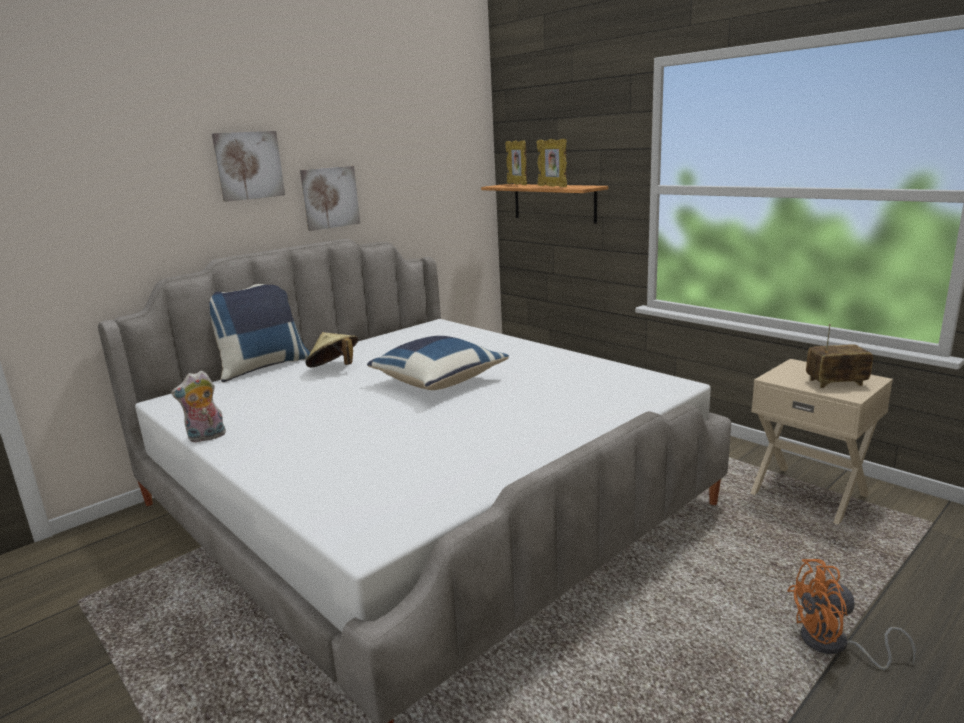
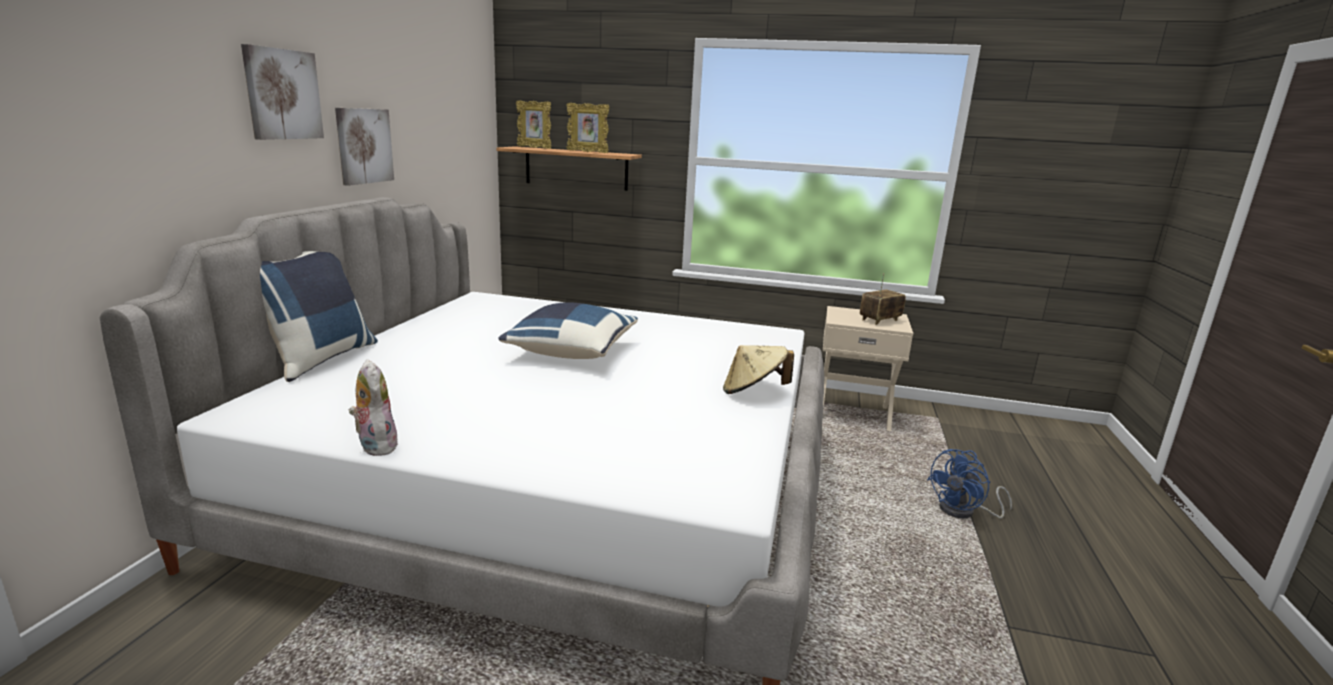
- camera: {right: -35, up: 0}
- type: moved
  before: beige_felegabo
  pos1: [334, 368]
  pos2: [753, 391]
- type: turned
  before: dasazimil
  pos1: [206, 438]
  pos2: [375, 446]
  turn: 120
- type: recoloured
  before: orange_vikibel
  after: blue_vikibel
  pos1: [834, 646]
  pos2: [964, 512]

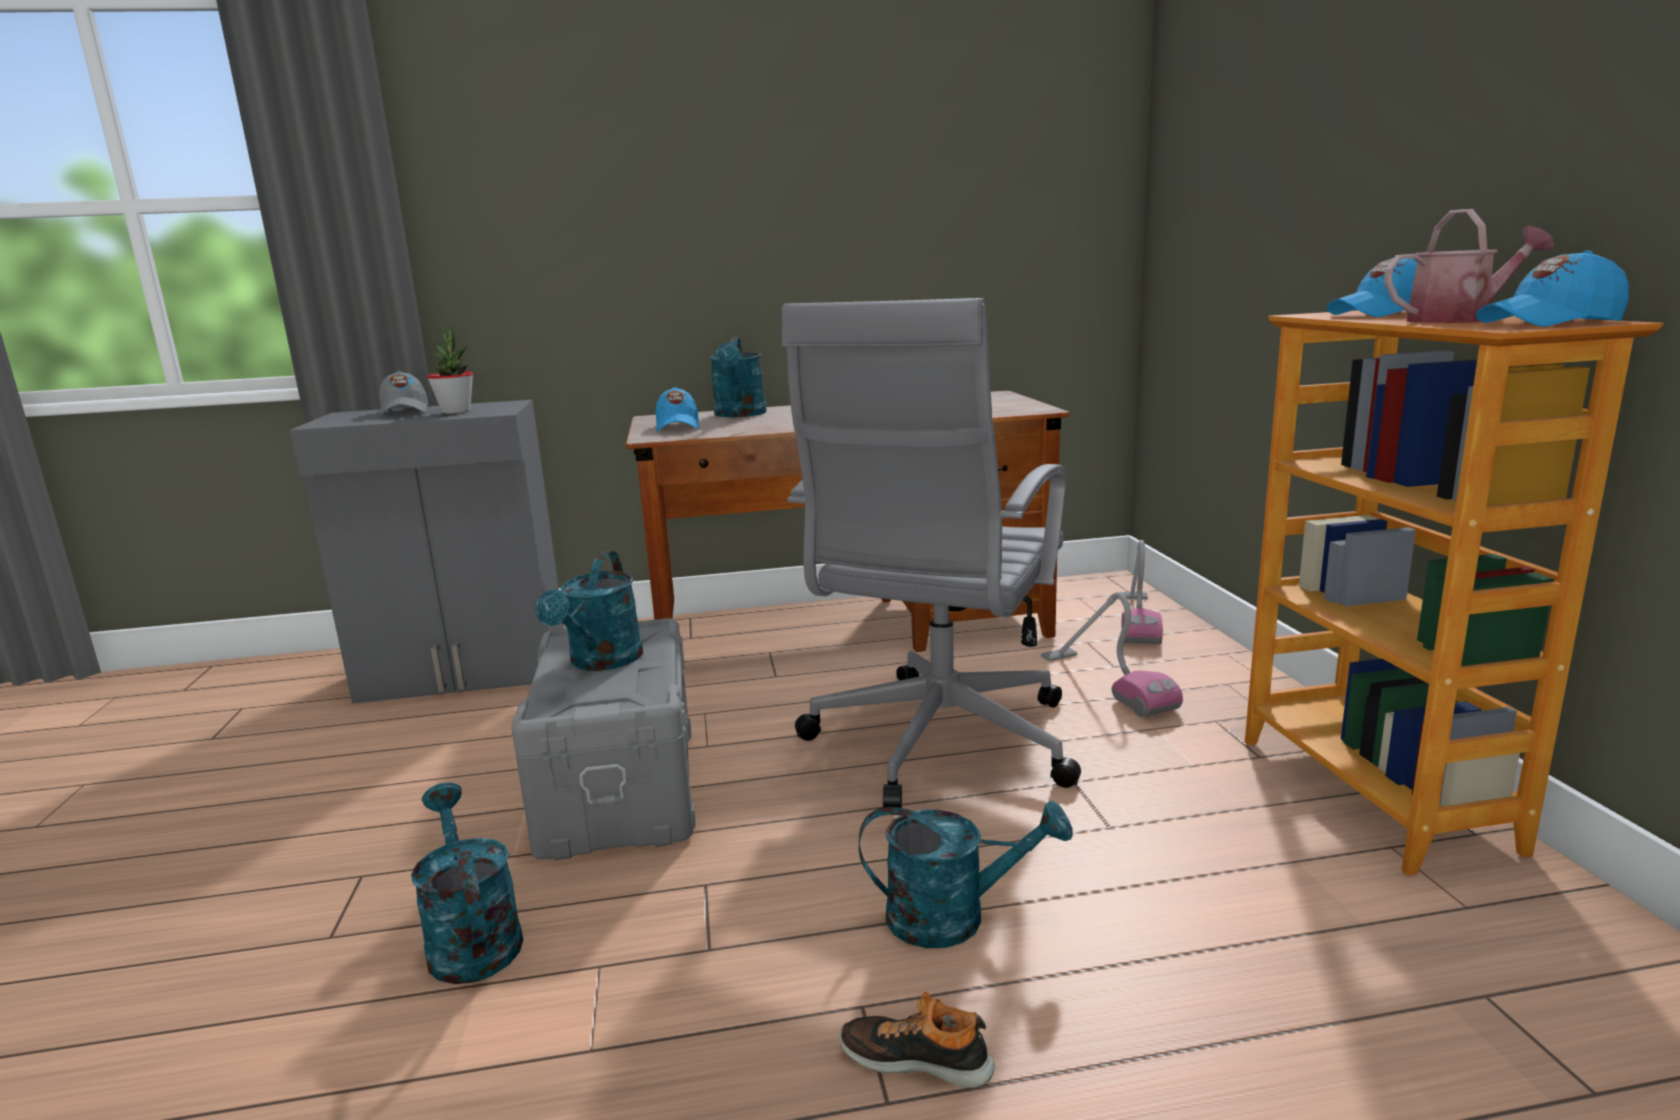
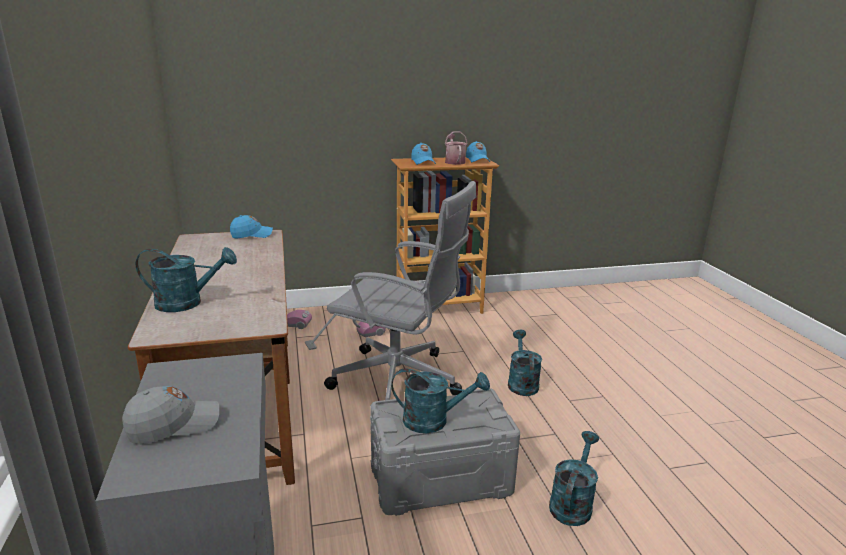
- camera: {right: -95, up: 5}
- type: removed
  before: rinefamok
  pos1: [456, 411]
- type: moved
  before: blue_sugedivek
  pos1: [677, 427]
  pos2: [252, 235]
- type: turned
  before: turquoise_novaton
  pos1: [471, 938]
  pos2: [572, 503]
  turn: 150
- type: removed
  before: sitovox
  pos1: [917, 1059]

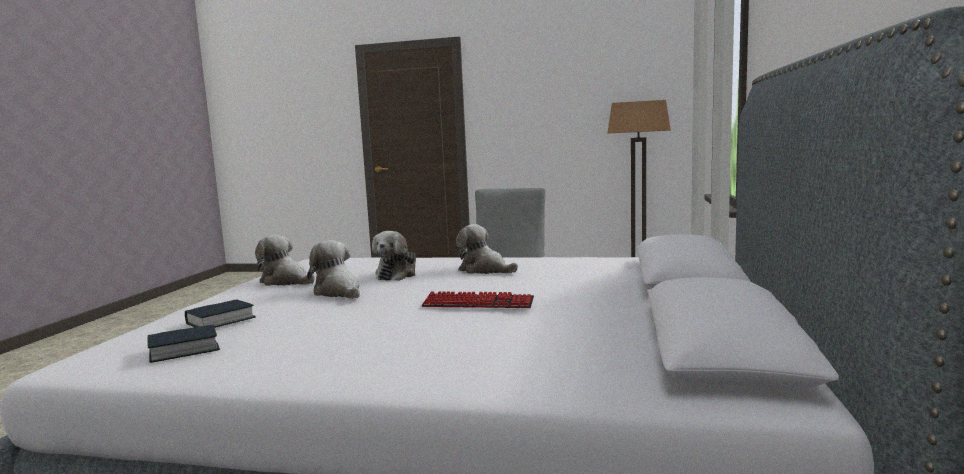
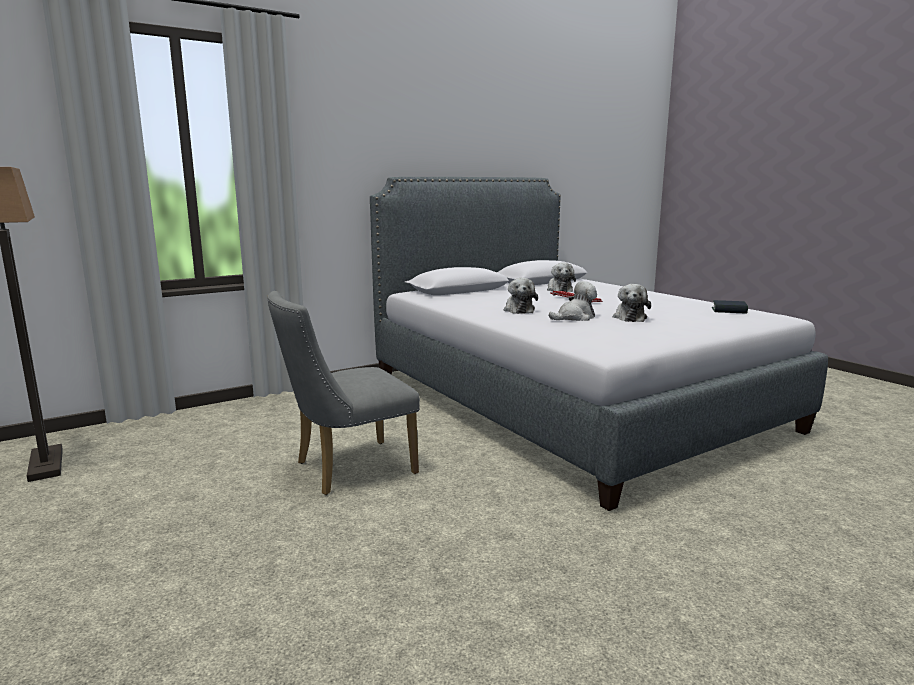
- camera: {right: -135, up: 5}
- type: moved
  before: dasazimil
  pos1: [286, 281]
  pos2: [559, 289]
- type: removed
  before: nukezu
  pos1: [220, 321]

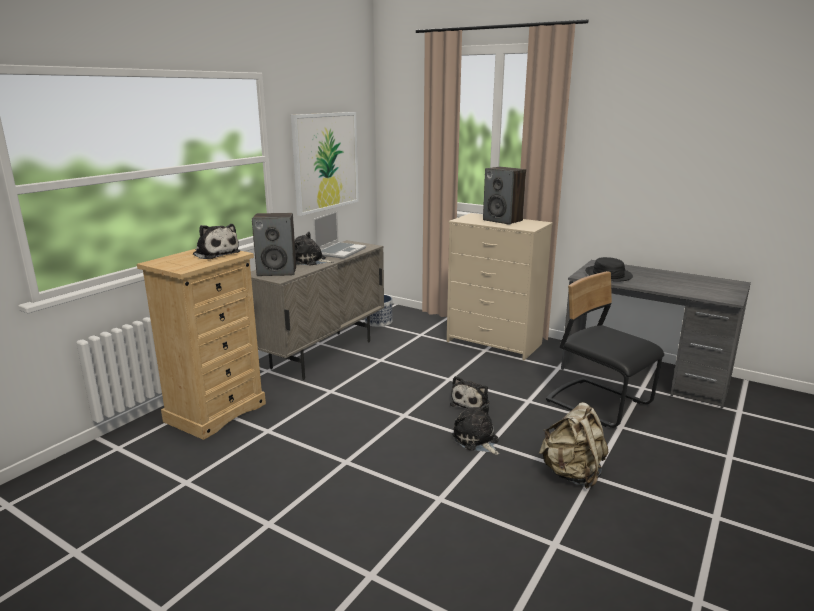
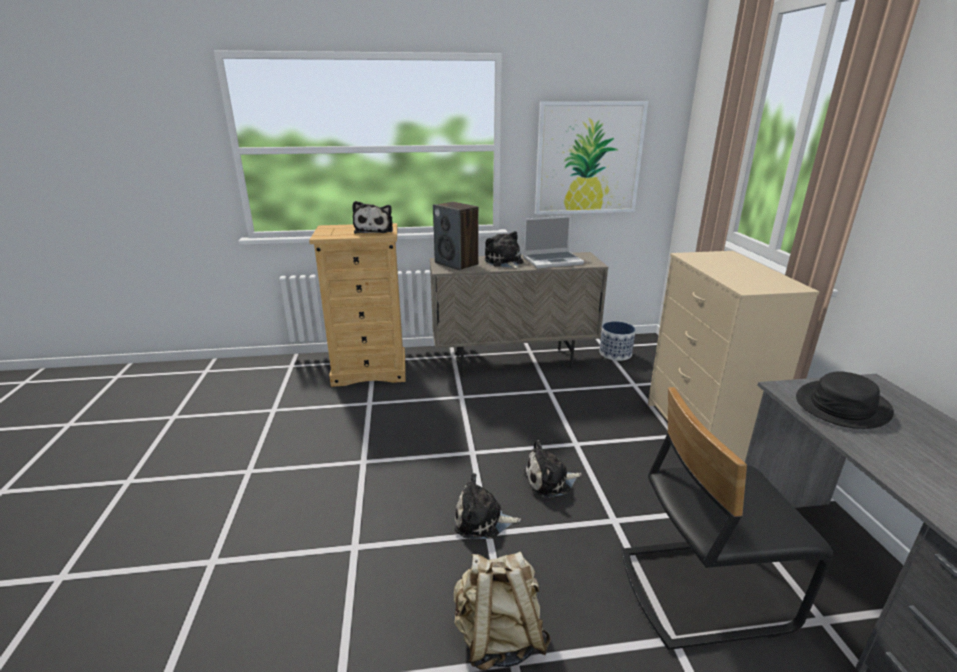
- camera: {right: 50, up: 5}
- type: removed
  before: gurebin
  pos1: [503, 220]
- type: turned
  before: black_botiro
  pos1: [599, 403]
  pos2: [702, 589]
  turn: -105
- type: turned
  before: dasazimil
  pos1: [476, 440]
  pos2: [482, 521]
  turn: -105

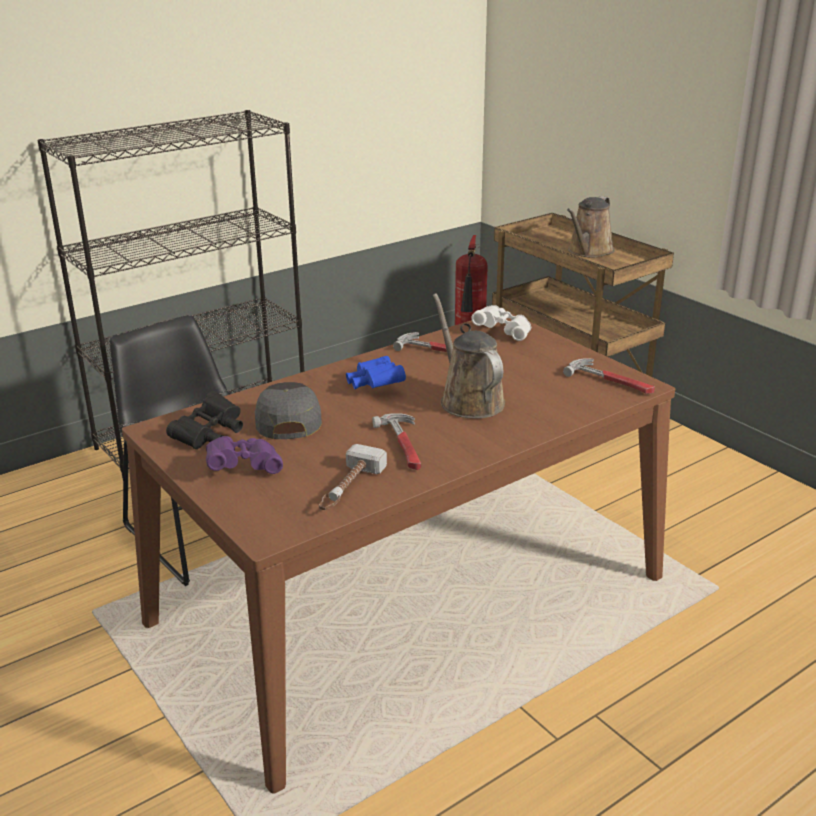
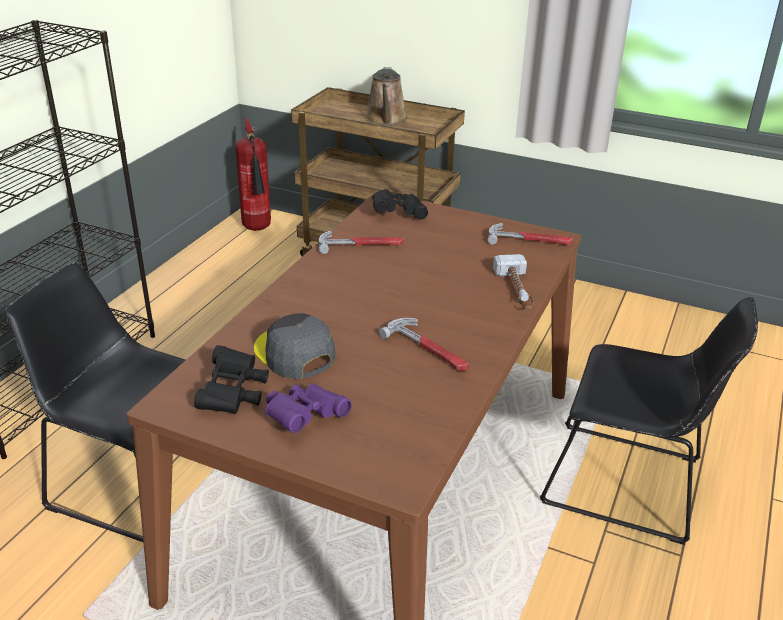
- camera: {right: -30, up: 5}
- type: removed
  before: brown_novaton
  pos1: [469, 400]
- type: recoloured
  before: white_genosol
  after: black_genosol
  pos1: [503, 332]
  pos2: [398, 213]
- type: removed
  before: blue_genosol
  pos1: [375, 385]
- type: moved
  before: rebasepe
  pos1: [348, 488]
  pos2: [517, 290]
- type: added
  after: black_botiro
  pos2: [629, 484]

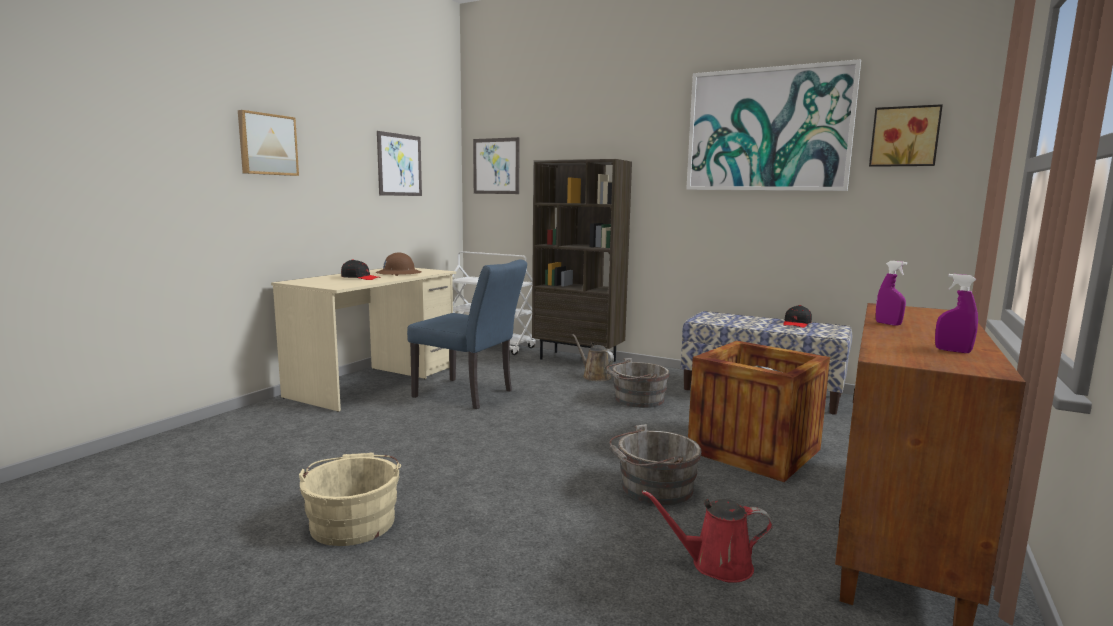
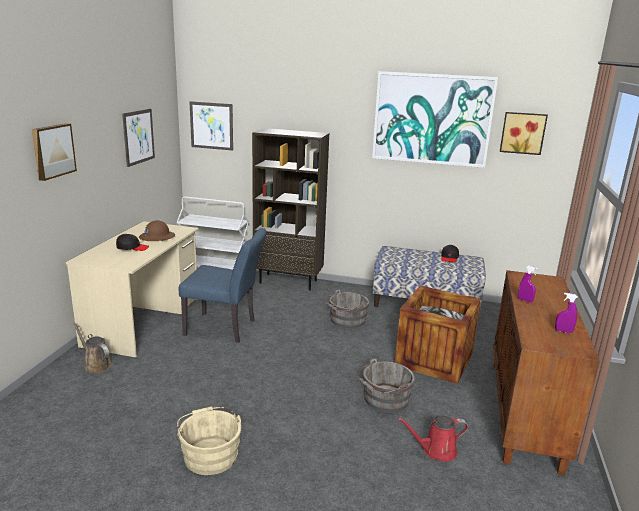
- camera: {right: -15, up: 10}
- type: moved
  before: brown_novaton
  pos1: [594, 376]
  pos2: [96, 365]

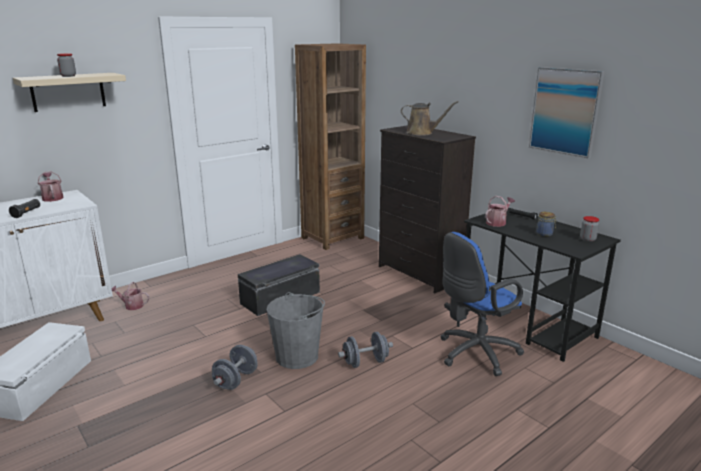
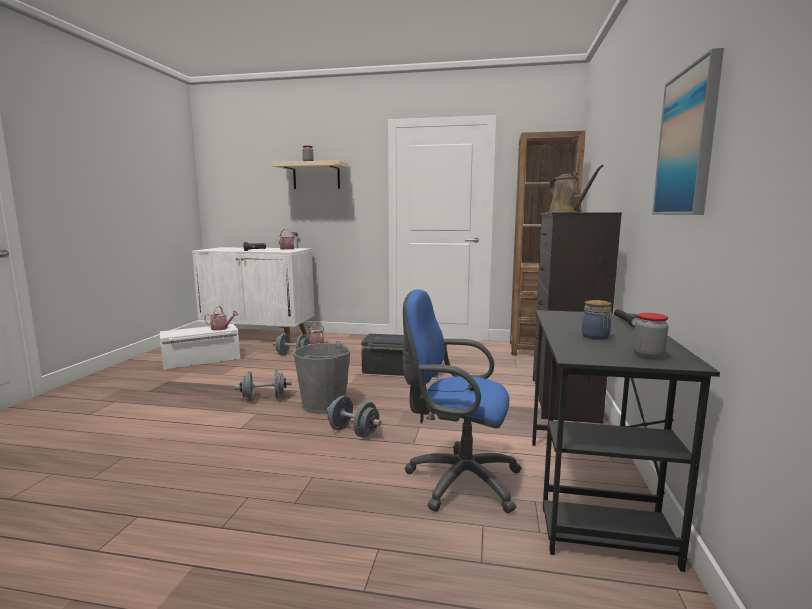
- camera: {right: 50, up: -10}
- type: moved
  before: novaton
  pos1: [497, 222]
  pos2: [221, 328]
- type: added
  after: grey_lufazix
  pos2: [293, 355]

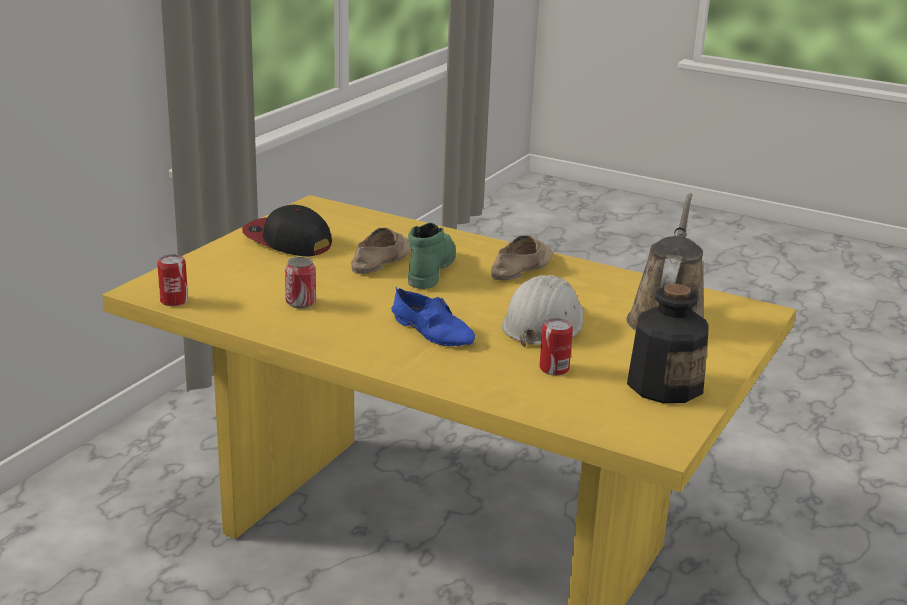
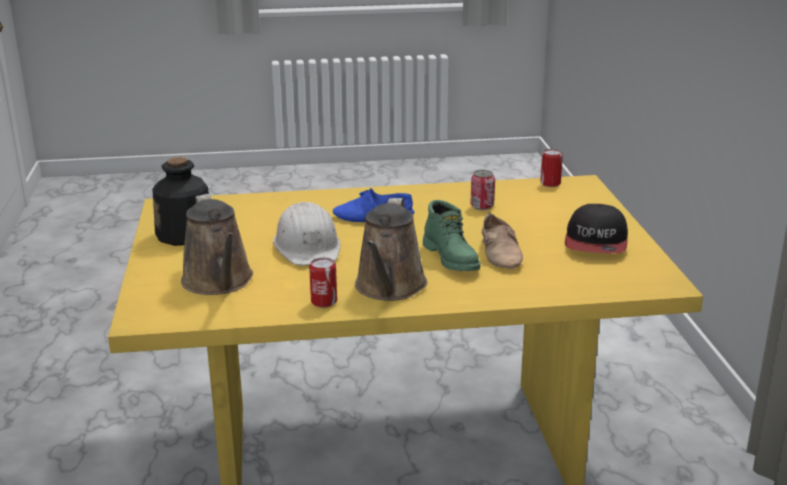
- camera: {right: 145, up: 0}
- type: turned
  before: sugedivek
  pos1: [287, 241]
  pos2: [596, 242]
  turn: 105
- type: replaced
  before: beige_sitovox
  after: brown_novaton
  pos1: [520, 267]
  pos2: [389, 288]
- type: moved
  before: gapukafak
  pos1: [554, 369]
  pos2: [324, 301]

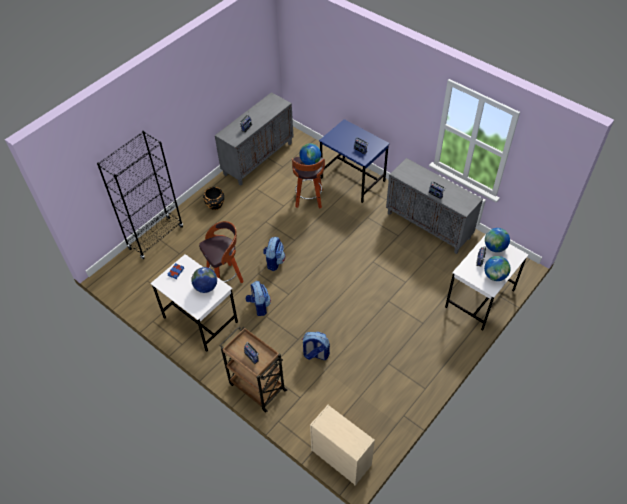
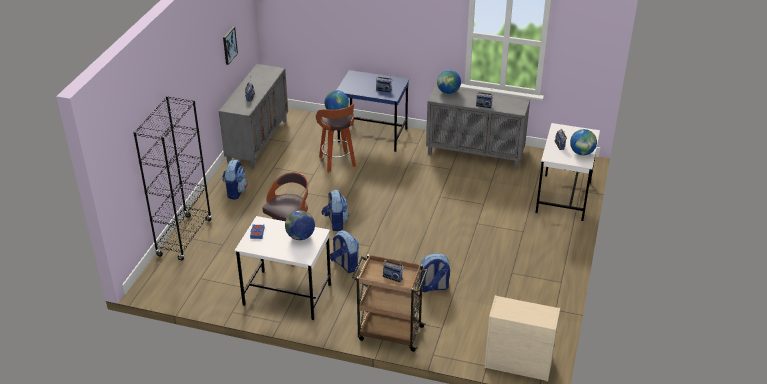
- camera: {right: -25, up: -15}
- type: replaced
  before: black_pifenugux
  after: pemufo
  pos1: [215, 204]
  pos2: [235, 192]
- type: moved
  before: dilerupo
  pos1: [494, 247]
  pos2: [448, 92]
- type: added
  after: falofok
  pos2: [229, 45]

